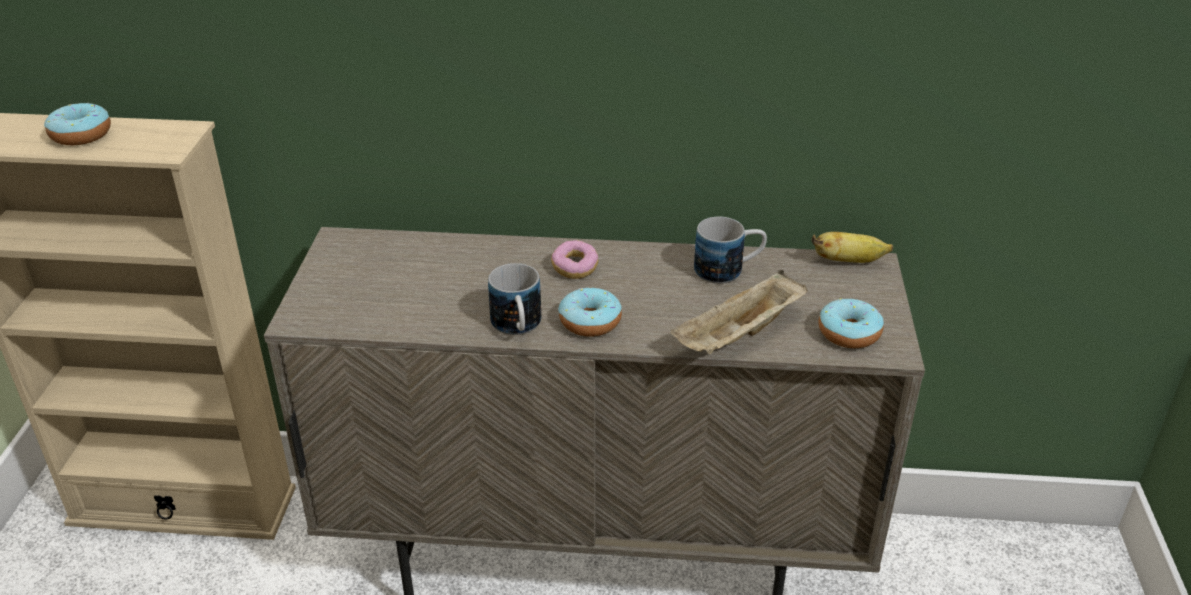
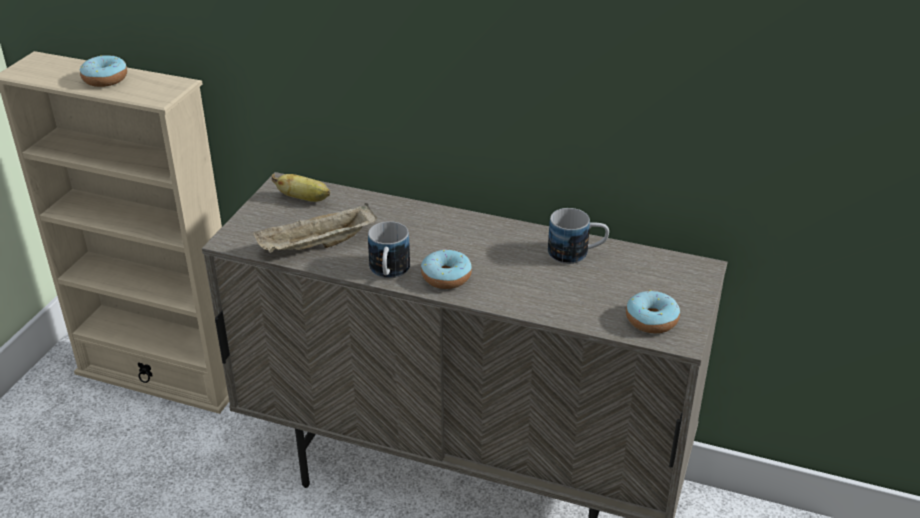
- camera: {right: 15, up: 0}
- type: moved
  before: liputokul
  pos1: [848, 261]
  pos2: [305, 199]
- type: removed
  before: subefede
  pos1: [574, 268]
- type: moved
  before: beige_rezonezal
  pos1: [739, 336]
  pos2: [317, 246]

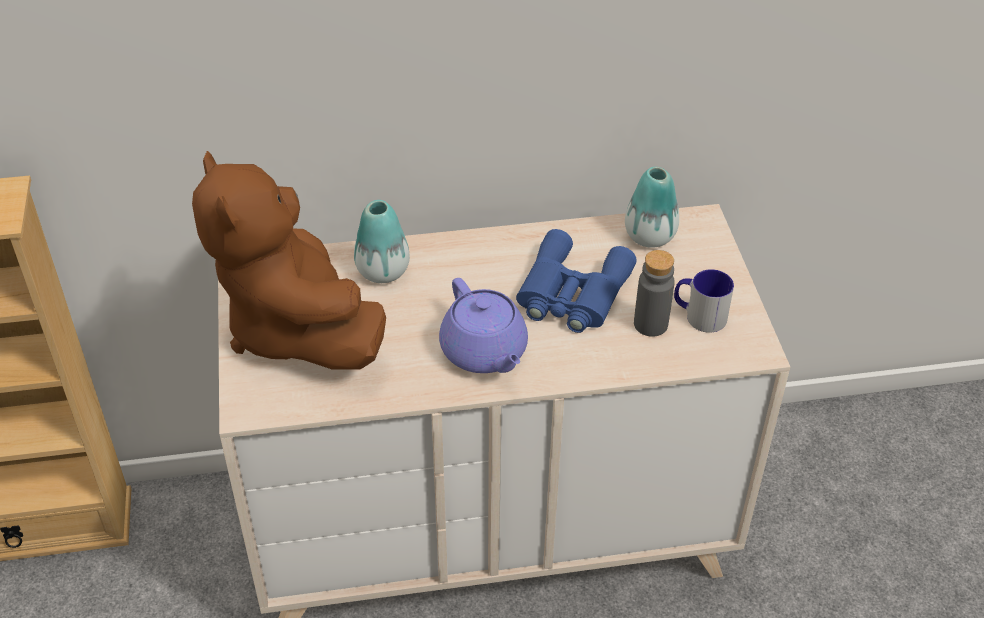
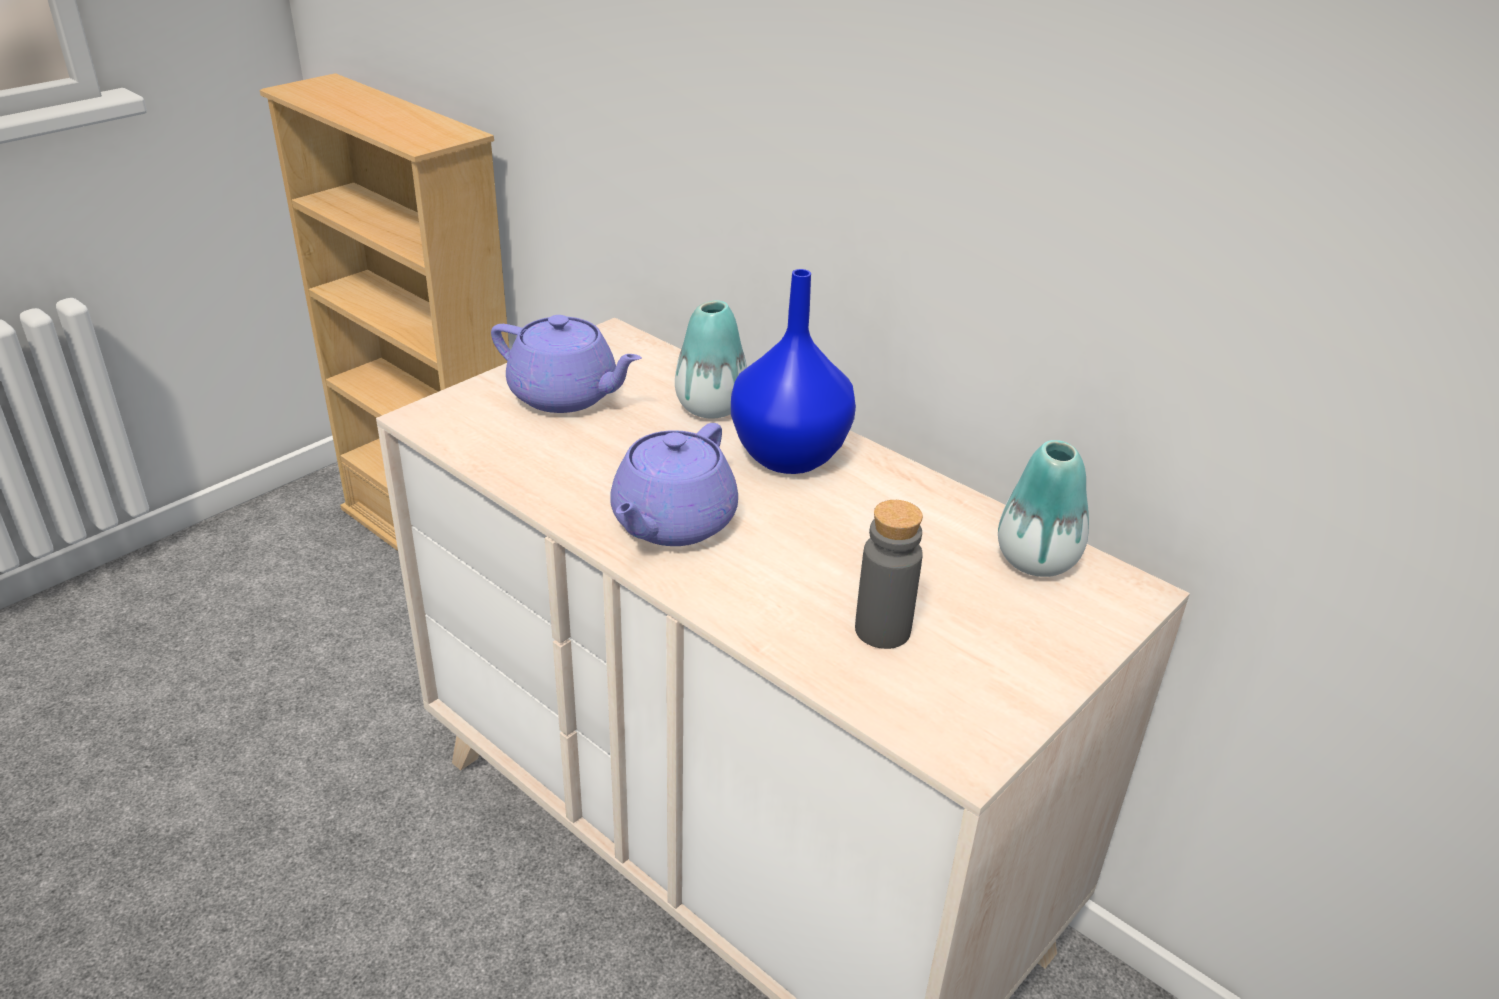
- camera: {right: 50, up: -10}
- type: replaced
  before: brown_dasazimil
  after: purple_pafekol
  pos1: [296, 328]
  pos2: [566, 395]
- type: removed
  before: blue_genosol
  pos1: [571, 294]
- type: removed
  before: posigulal
  pos1: [699, 315]
- type: added
  after: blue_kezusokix
  pos2: [788, 455]

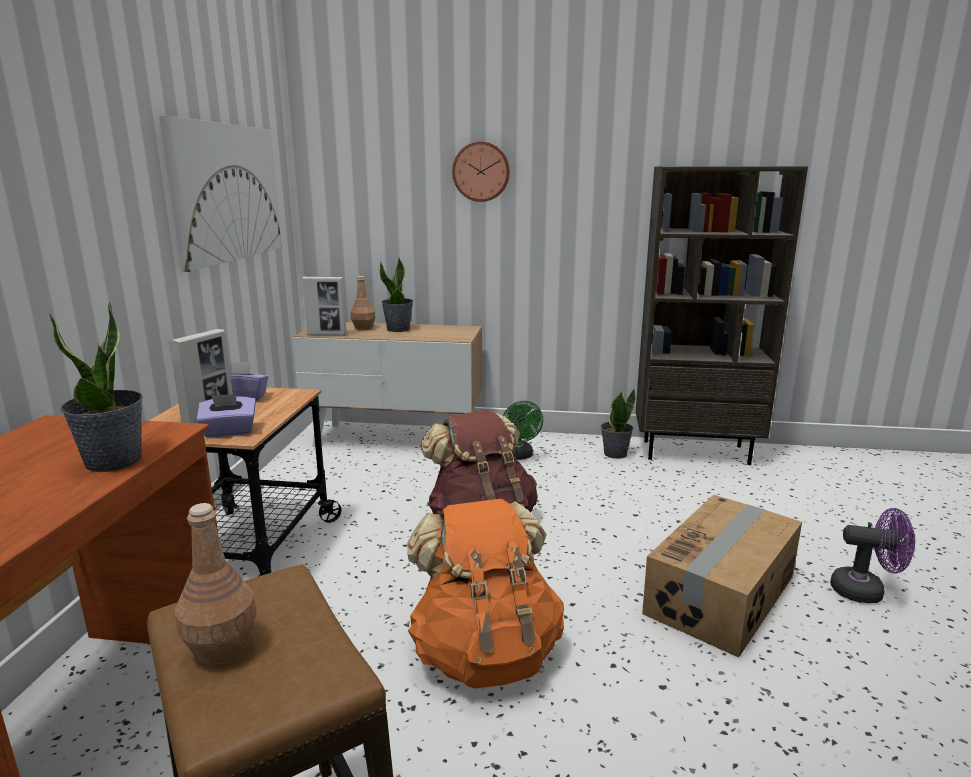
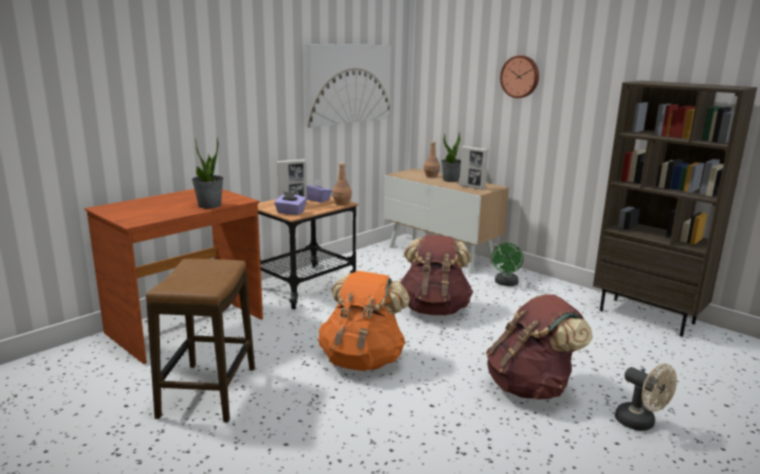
- camera: {right: 35, up: 0}
- type: moved
  before: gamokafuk
  pos1: [327, 334]
  pos2: [472, 187]
- type: removed
  before: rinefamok
  pos1: [615, 453]
- type: replaced
  before: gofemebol
  after: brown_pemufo
  pos1: [722, 595]
  pos2: [531, 387]
- type: moved
  before: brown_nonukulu
  pos1: [220, 647]
  pos2: [341, 203]
- type: recoloured
  before: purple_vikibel
  after: beige_vikibel
  pos1: [865, 591]
  pos2: [640, 423]

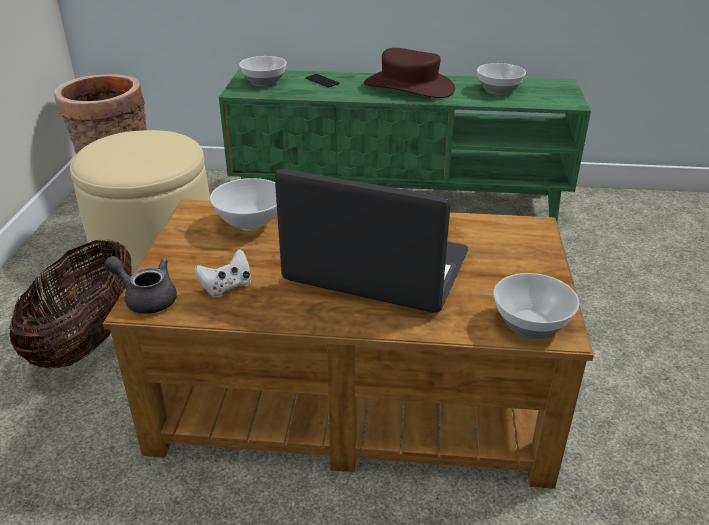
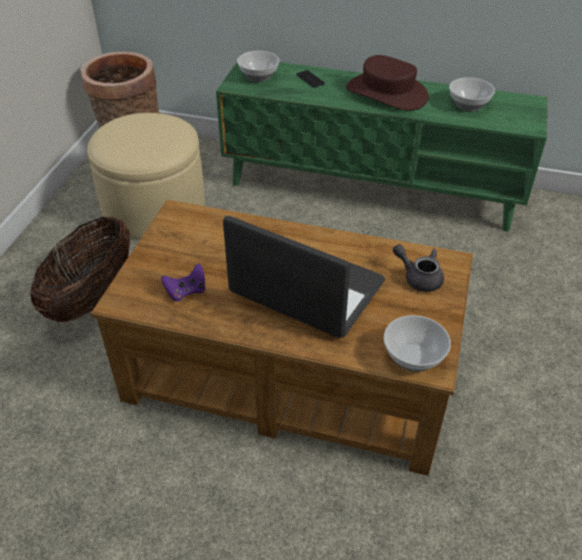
- camera: {right: 10, up: 10}
- type: removed
  before: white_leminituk
  pos1: [251, 225]
- type: recoloured
  before: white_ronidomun
  after: purple_ronidomun
  pos1: [226, 287]
  pos2: [186, 292]
- type: moved
  before: grey_pafekol
  pos1: [146, 298]
  pos2: [419, 277]

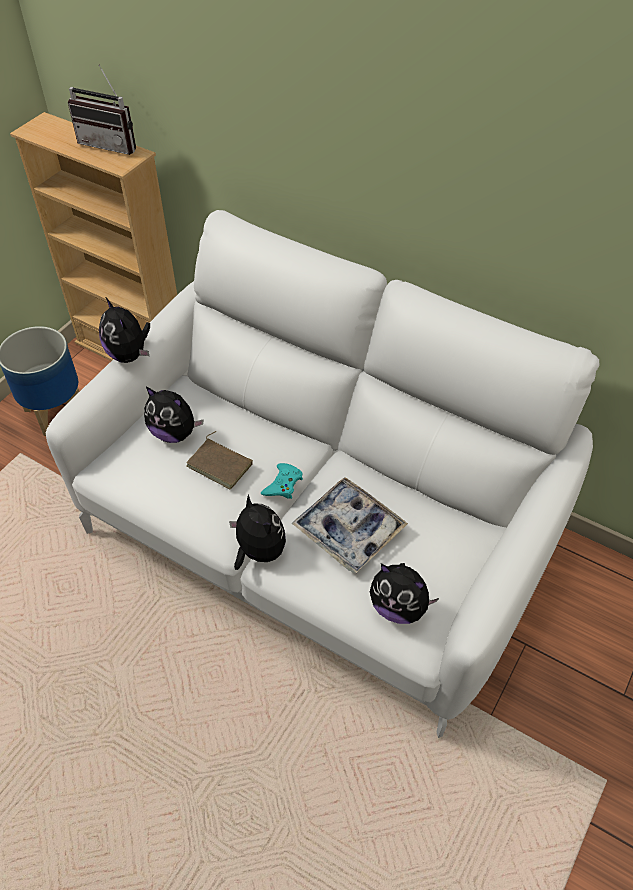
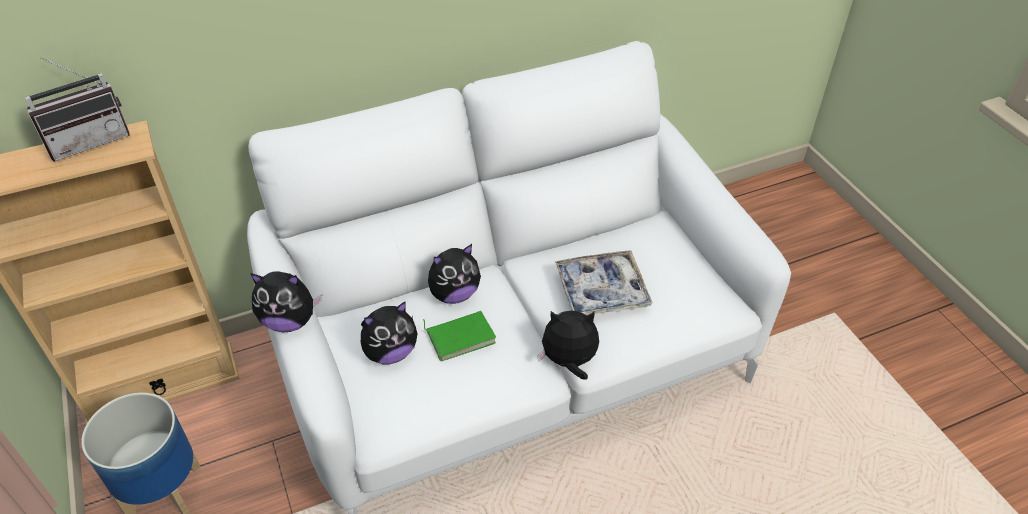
- camera: {right: -55, up: -5}
- type: recoloured
  before: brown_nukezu
  after: green_nukezu
  pos1: [221, 464]
  pos2: [460, 336]
- type: removed
  before: turquoise_ronidomun
  pos1: [283, 484]
- type: moved
  before: dasazimil
  pos1: [399, 607]
  pos2: [454, 294]

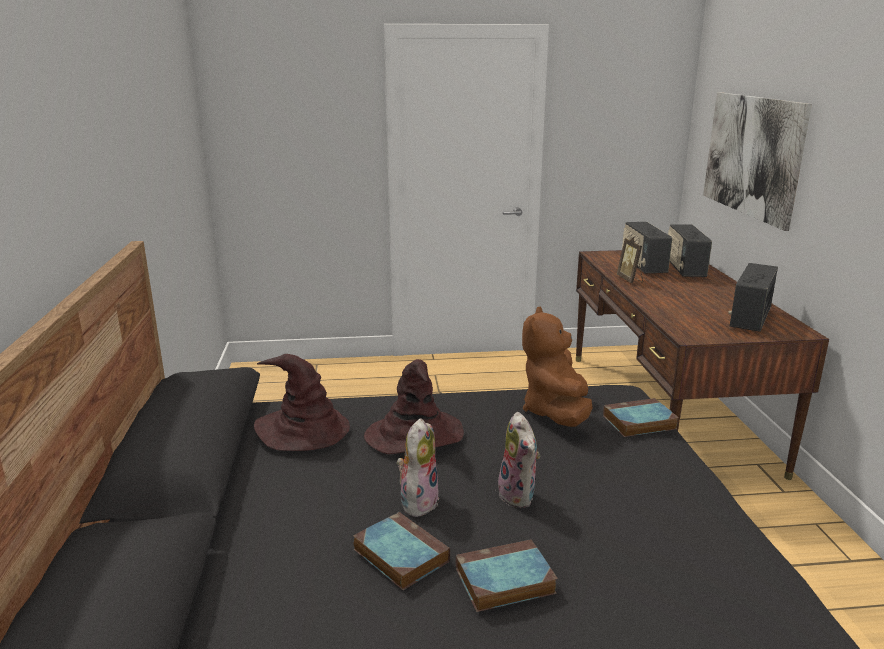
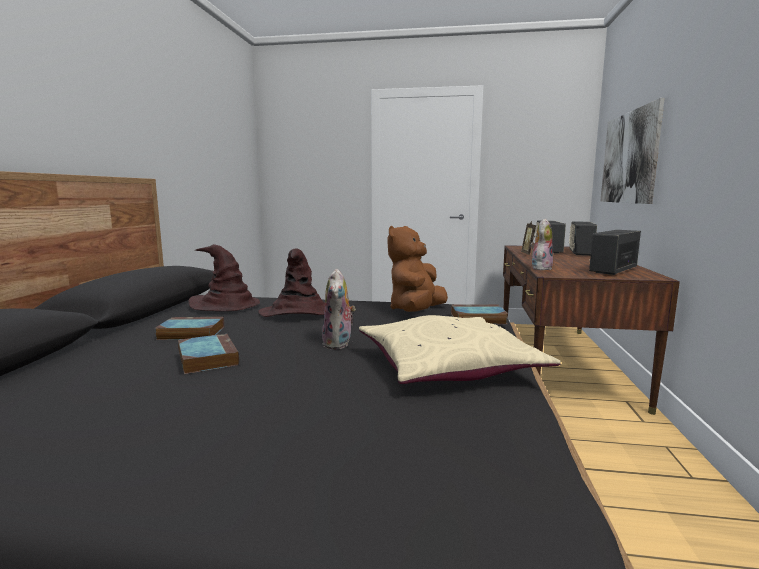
- camera: {right: 15, up: -10}
- type: moved
  before: dasazimil
  pos1: [418, 501]
  pos2: [540, 268]
- type: moved
  before: nukezu
  pos1: [503, 582]
  pos2: [189, 333]
- type: added
  after: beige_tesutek
  pos2: [448, 366]

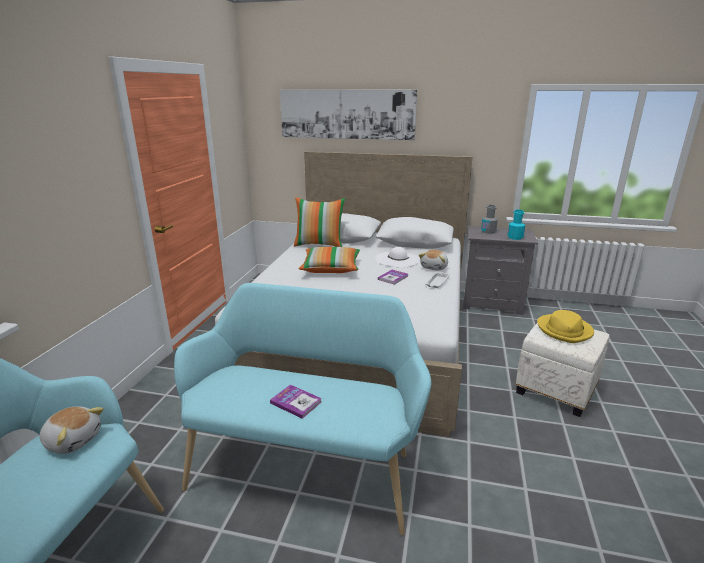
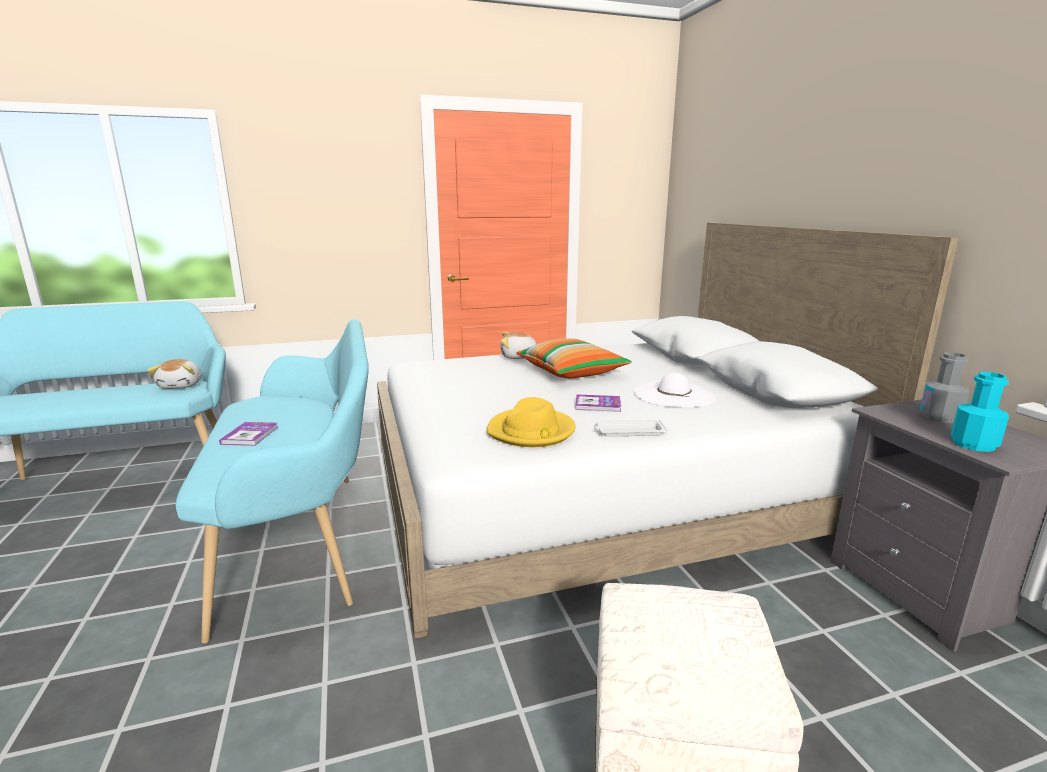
- camera: {right: 60, up: -5}
- type: removed
  before: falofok
  pos1: [347, 114]
- type: removed
  before: tesutek
  pos1: [319, 244]
- type: moved
  before: dasazimil
  pos1: [434, 267]
  pos2: [518, 357]
- type: moved
  before: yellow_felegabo
  pos1: [564, 330]
  pos2: [531, 431]

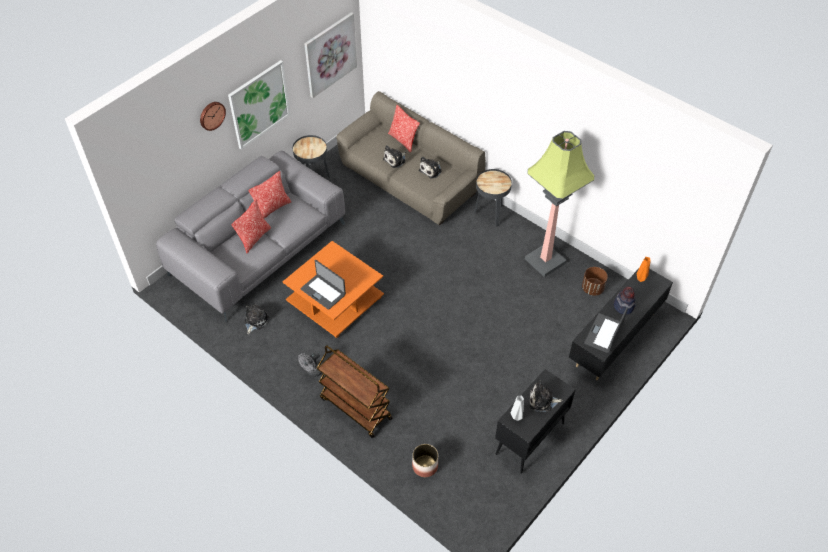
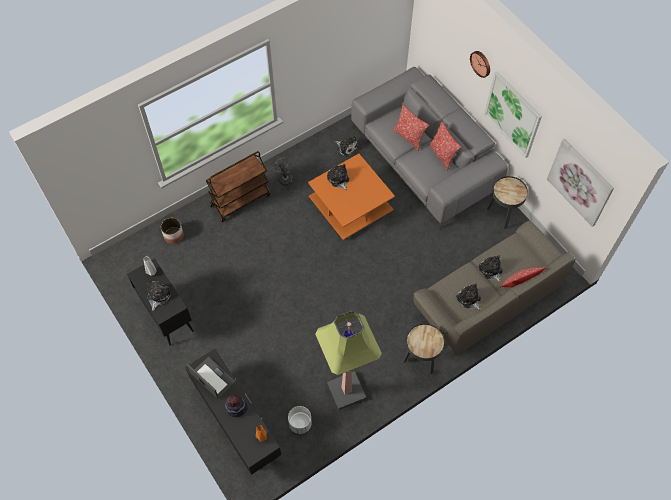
- camera: {right: 105, up: 10}
- type: replaced
  before: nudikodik
  after: dasazimil
  pos1: [323, 291]
  pos2: [338, 179]
- type: recoloured
  before: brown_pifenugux
  after: white_pifenugux
  pos1: [592, 288]
  pos2: [300, 423]

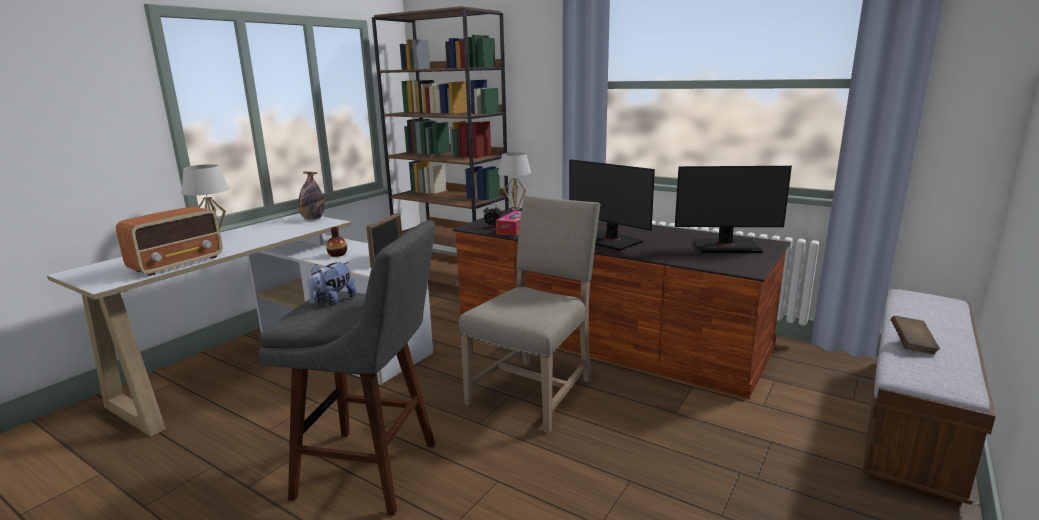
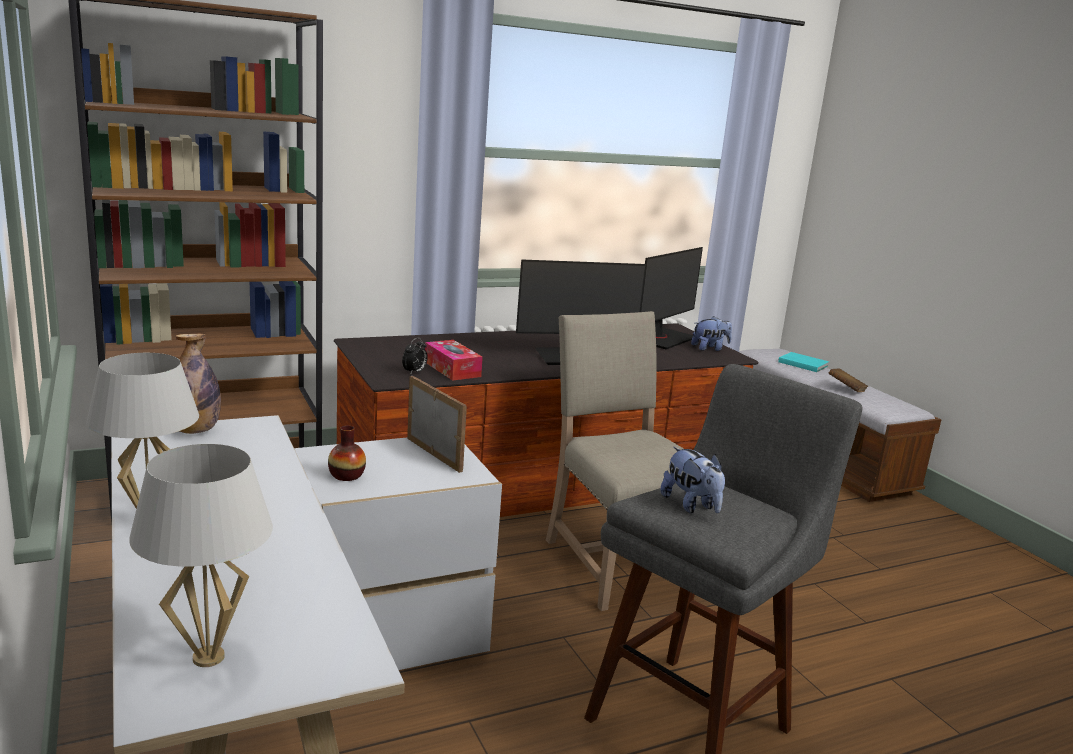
- camera: {right: -60, up: 0}
- type: moved
  before: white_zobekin
  pos1: [515, 209]
  pos2: [209, 658]
- type: removed
  before: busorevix
  pos1: [178, 264]
- type: added
  after: dasazimil
  pos2: [710, 348]
- type: added
  after: turquoise_nukezu
  pos2: [802, 363]

